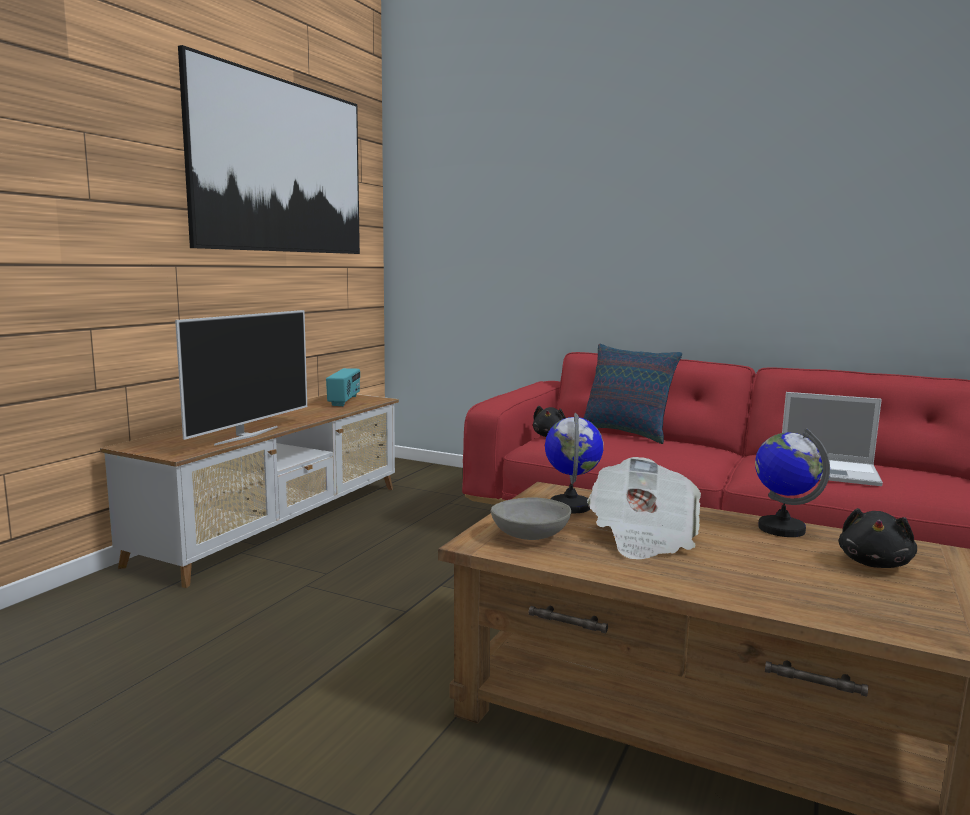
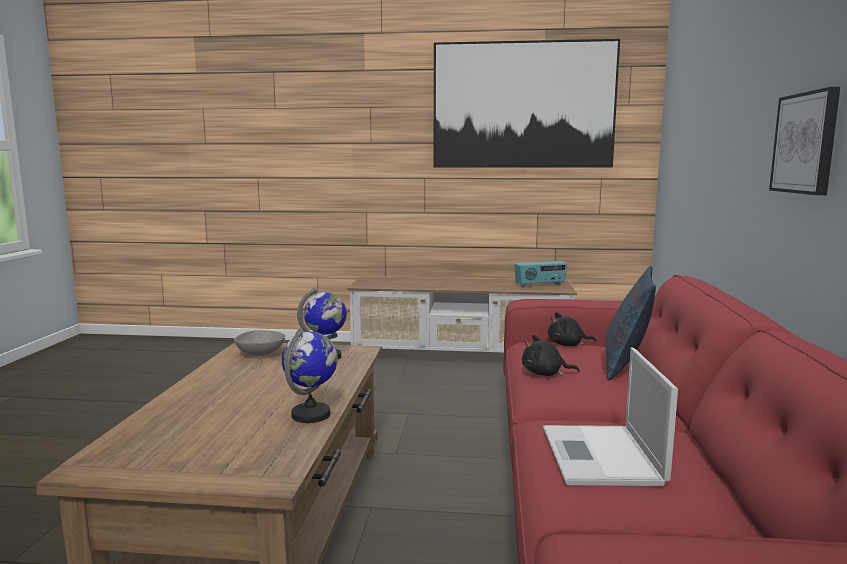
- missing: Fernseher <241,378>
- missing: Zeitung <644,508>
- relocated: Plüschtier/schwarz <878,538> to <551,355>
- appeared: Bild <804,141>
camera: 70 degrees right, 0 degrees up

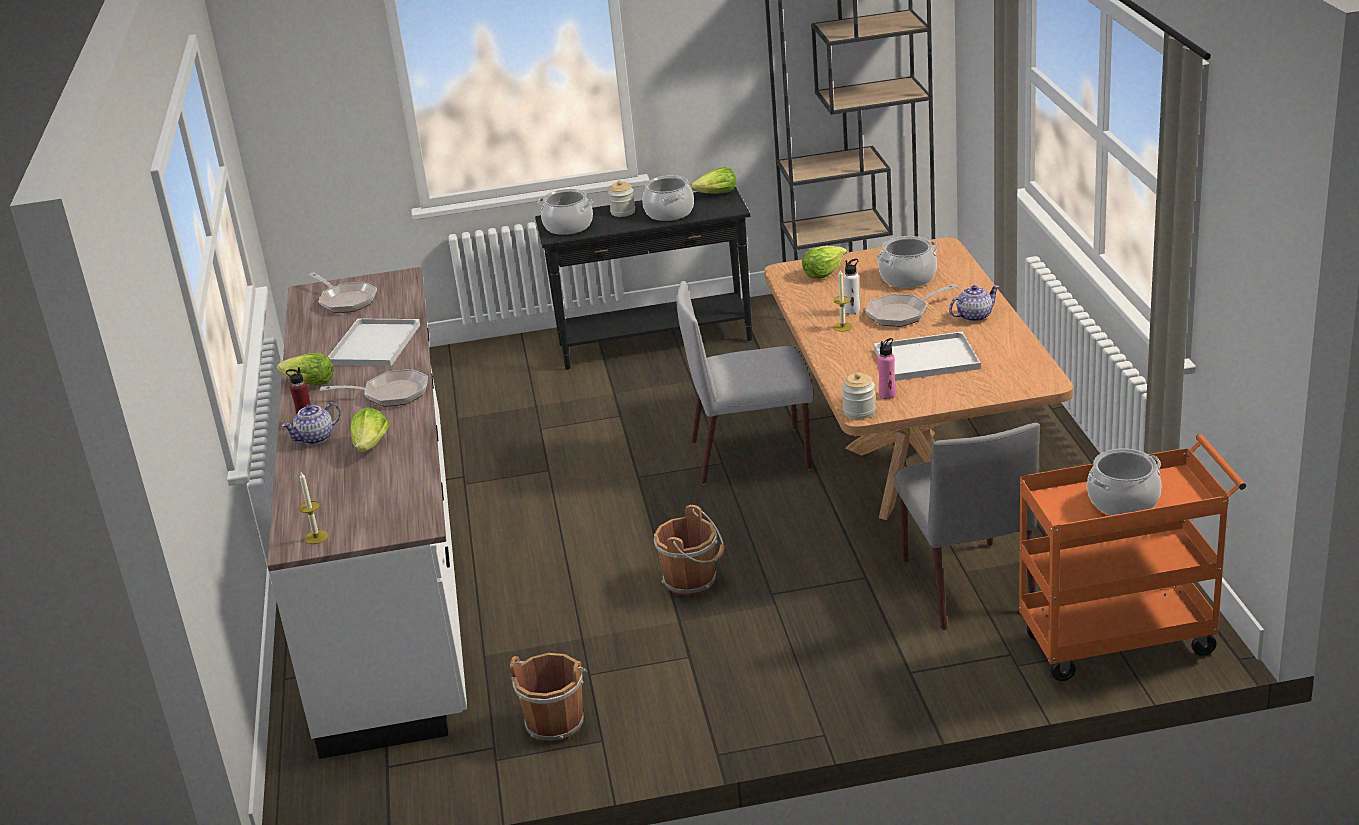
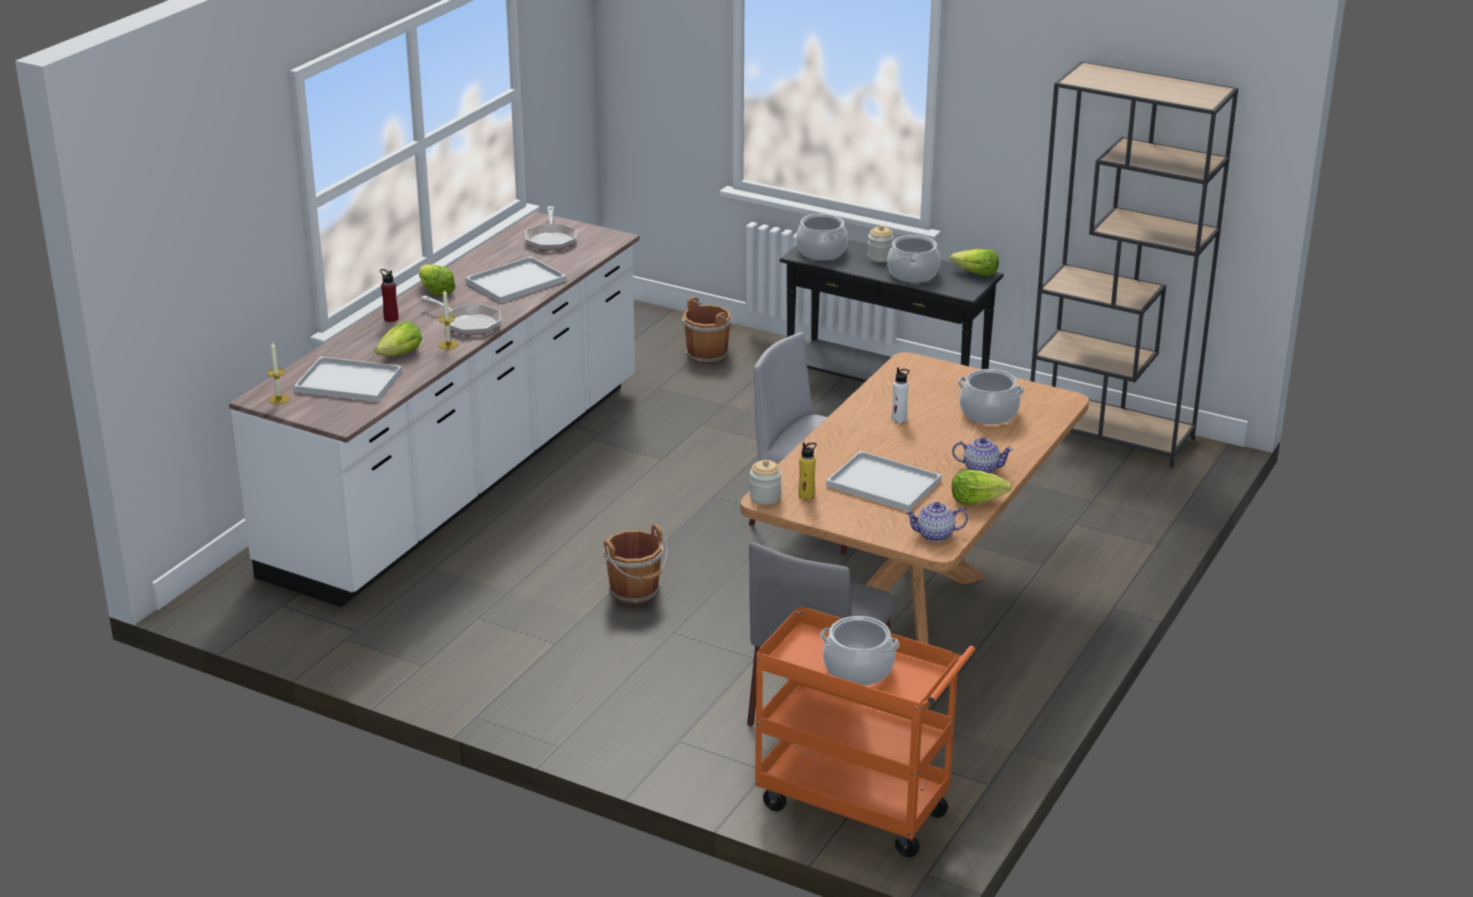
- relocated: Salatkopf <824,262> to <982,487>
- relocated: Kerze <843,301> to <448,319>
- missing: Pfanne <911,305>
- colour: Flasche/rosa <887,368> to Flasche/gelb <807,471>
- relocated: Teekanne <311,423> to <936,522>
- relocated: Eimer/braun <548,698> to <708,330>
- appeared: Tablett/weiß <348,379>
camera: 35 degrees right, 0 degrees up

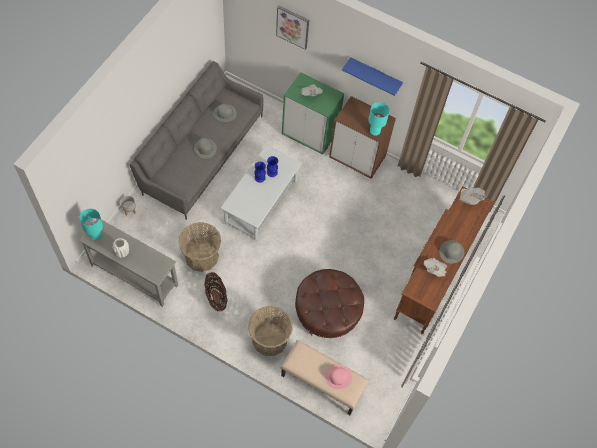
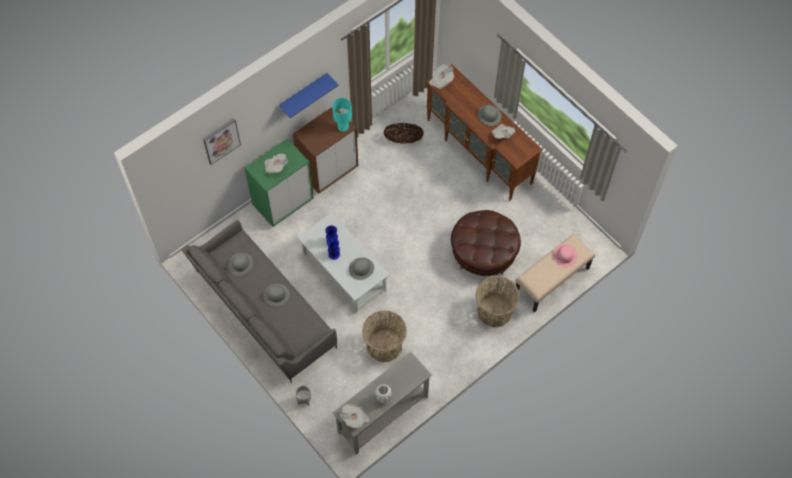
- exchanged: Tischlampe/türkis <91,225> to Zeitung <354,416>
- relocated: Korb <216,291> to <404,133>
- appeared: Hut/grau <361,268>
camera: 65 degrees left, 0 degrees up

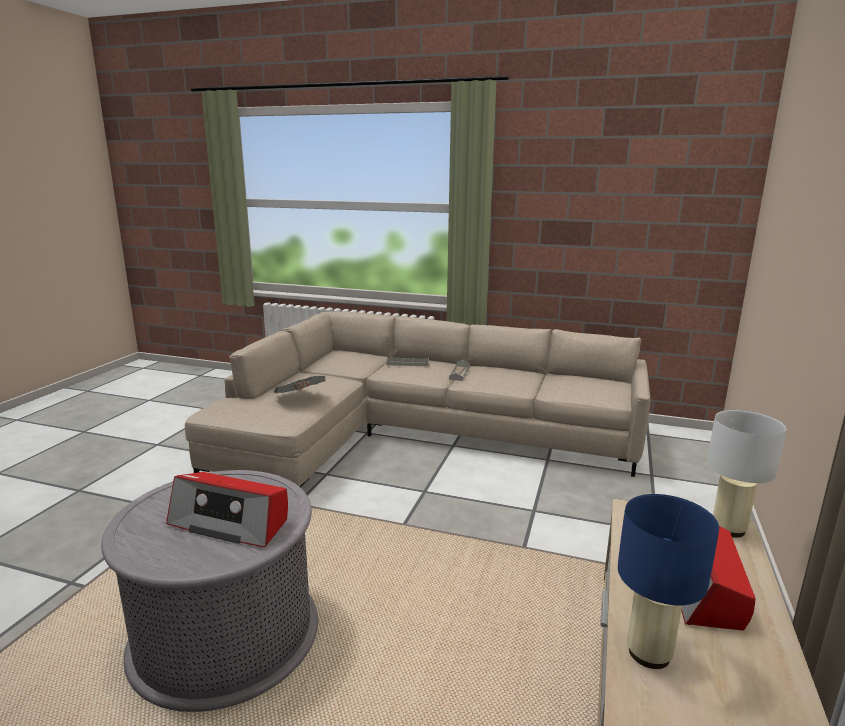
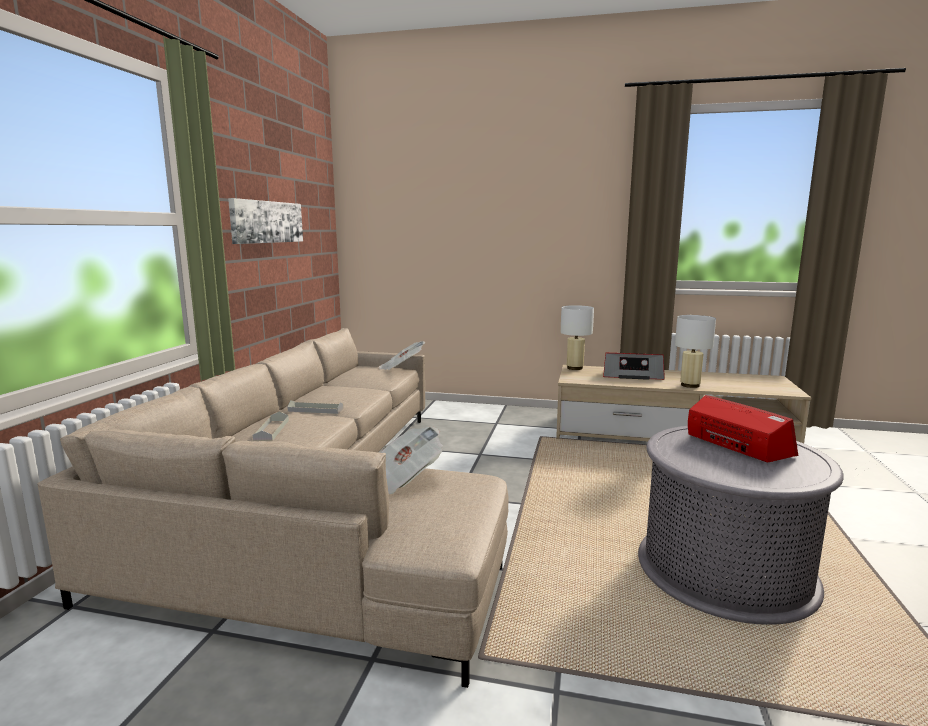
- spun: Radio <227,510> = <743,428> 45 degrees counterclockwise
- colour: Tischlampe/blau <668,581> to Tischlampe/weiß <695,351>
- appeared: Bild <265,221>
- appeared: Zeitung <401,355>
camera: 95 degrees left, 5 degrees down

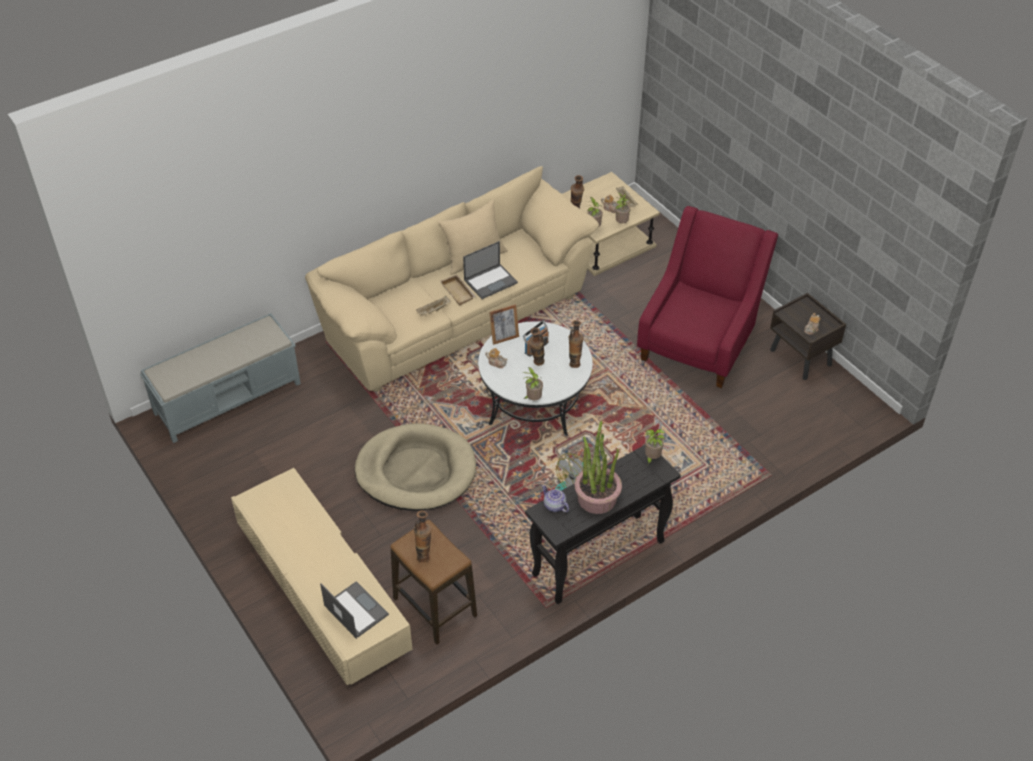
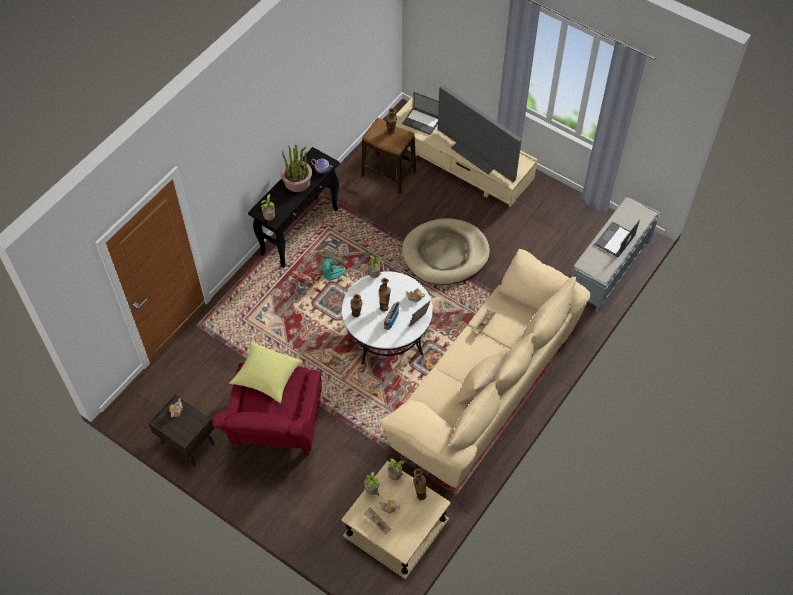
- relocated: Laptop <490,270> to <617,238>
- missing: Tablett/beige <458,289>
- appeared: Fernseher <480,134>
- appeared: Kissen/gelb <266,372>
camera: 160 degrees right, 10 degrees up

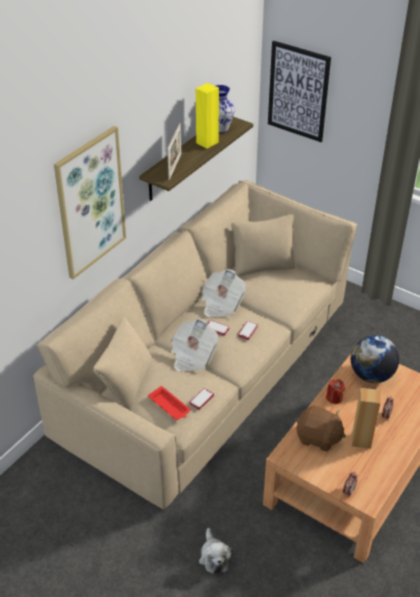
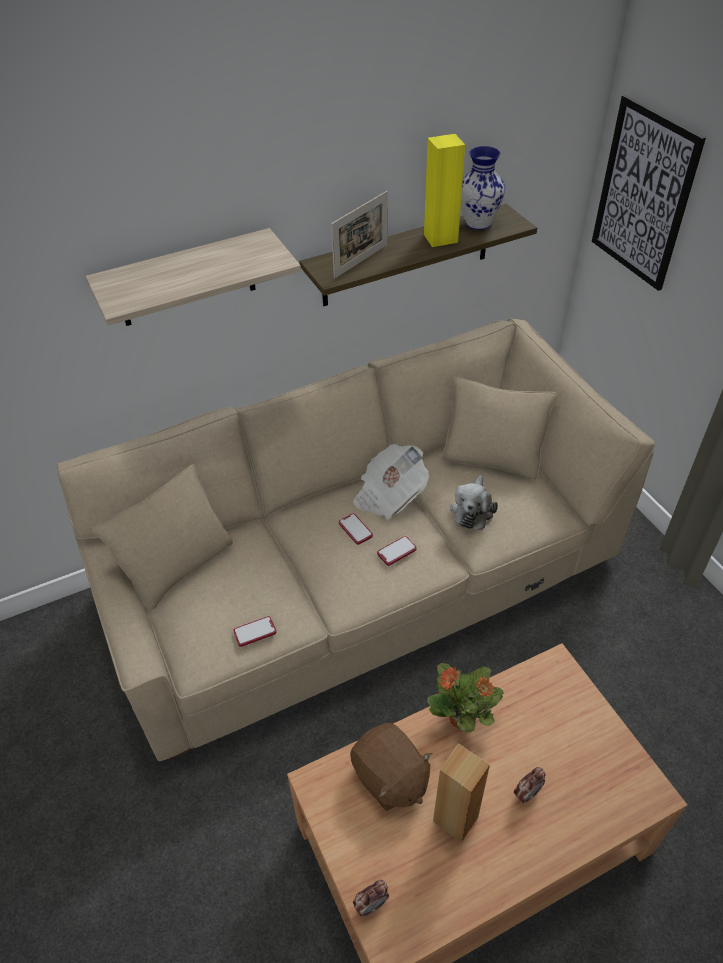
- exchanged: Bild <90,202> to Wandregal <193,277>
- missing: Zeitung <195,345>
- missing: Globus <375,359>
- exchanged: Kerze/rot <335,391> to Topfpflanze <465,697>
- missing: Tablett/rot <169,403>
- relocated: Plüschtier <216,551> to <474,502>
camera: 30 degrees right, 5 degrees up

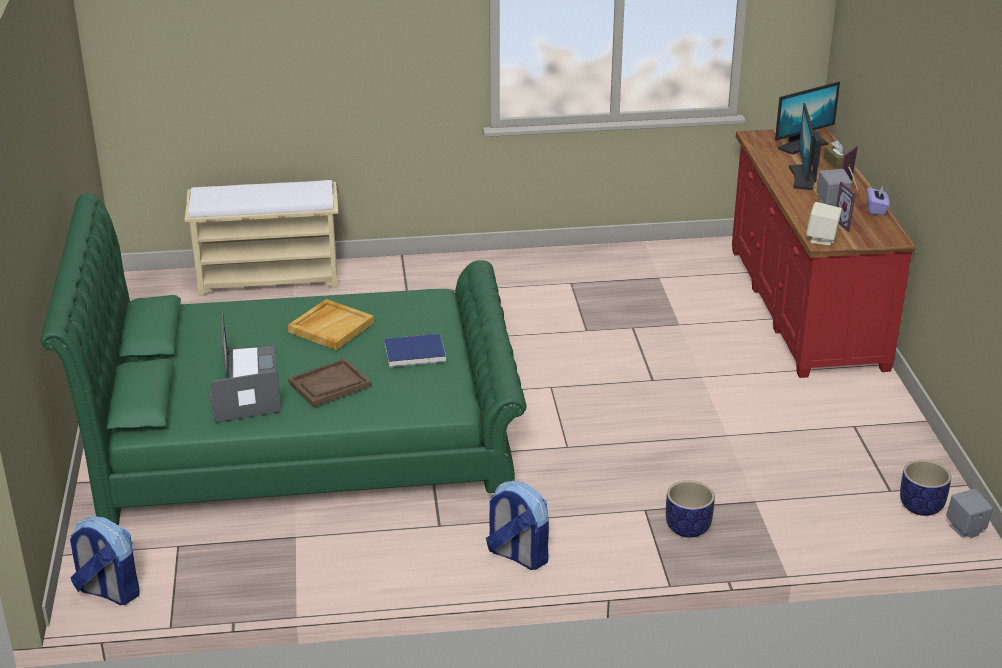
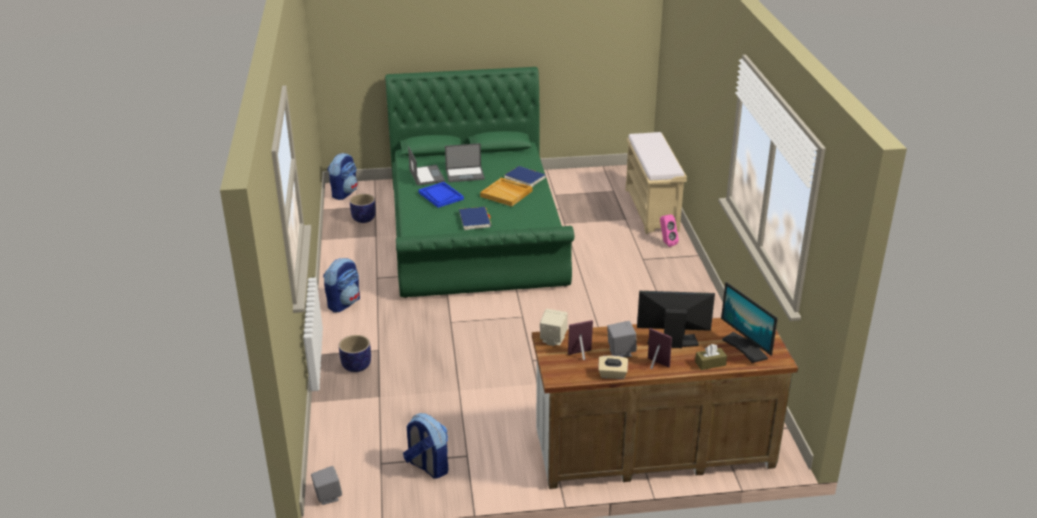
- colour: Kommode/rot <824,252> to Kommode/weiß <665,403>
- colour: Taschentuchbox/lila <878,200> to Taschentuchbox/beige <613,367>
- colour: Tablett/braun <329,383> to Tablett/blau <441,195>
- relocated: Pflanzkübel <925,488> to <363,208>
- appeared: Buch/blau <525,176>
- appeared: Lautsprecher/rosa <669,230>
- appeared: Rucksack <425,446>
camera: 90 degrees right, 0 degrees up

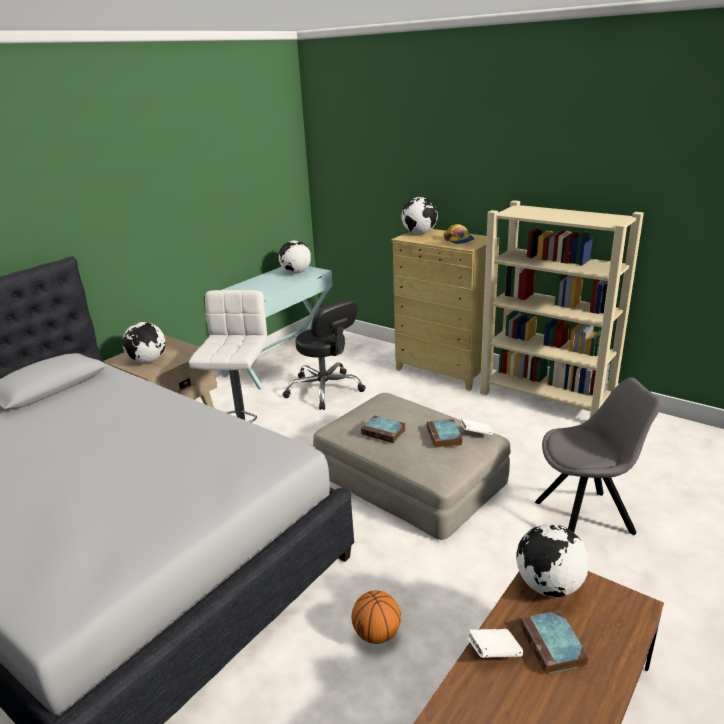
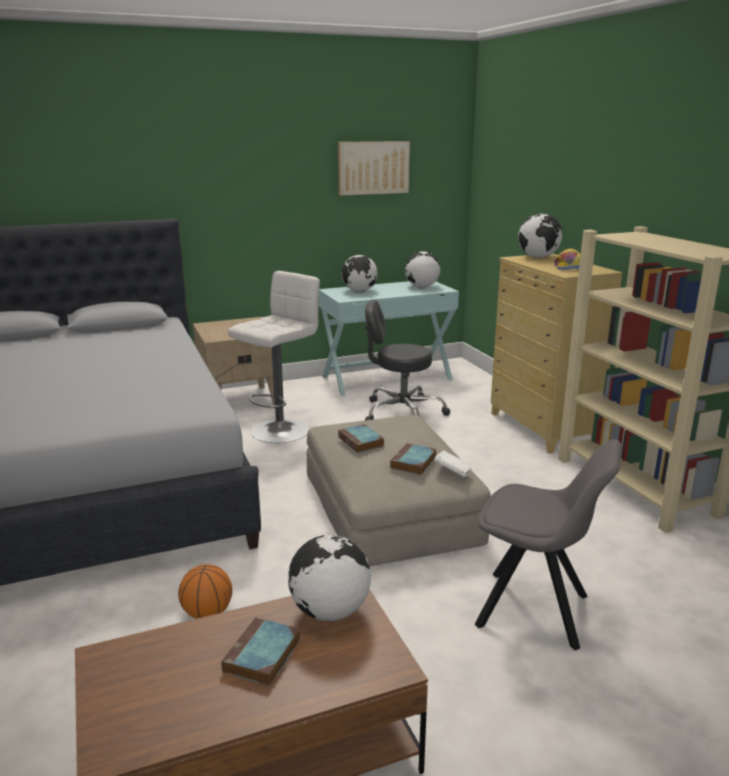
- spun: Bürostuhl/schwarz <324,354> = <407,360> 105 degrees clockwise
- relocated: Globus <143,342> to <359,273>
- missing: Buch/weiß <495,643>
- appeared: Bild <374,168>
camera: 30 degrees right, 5 degrees down

